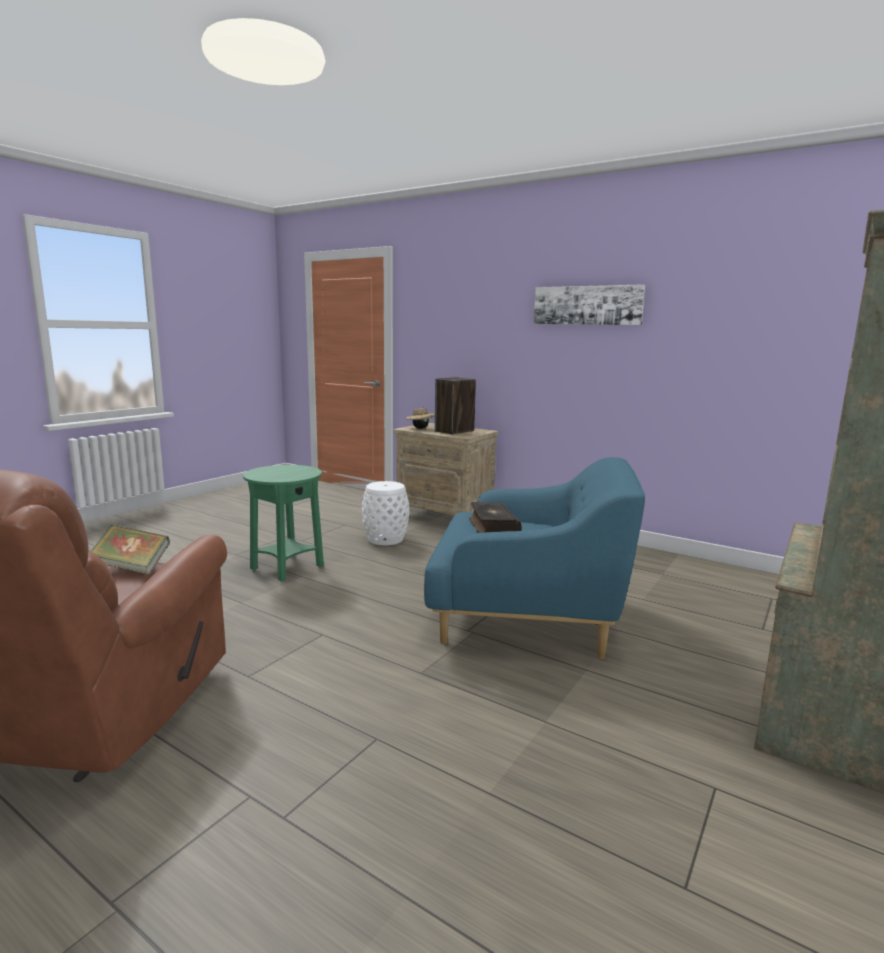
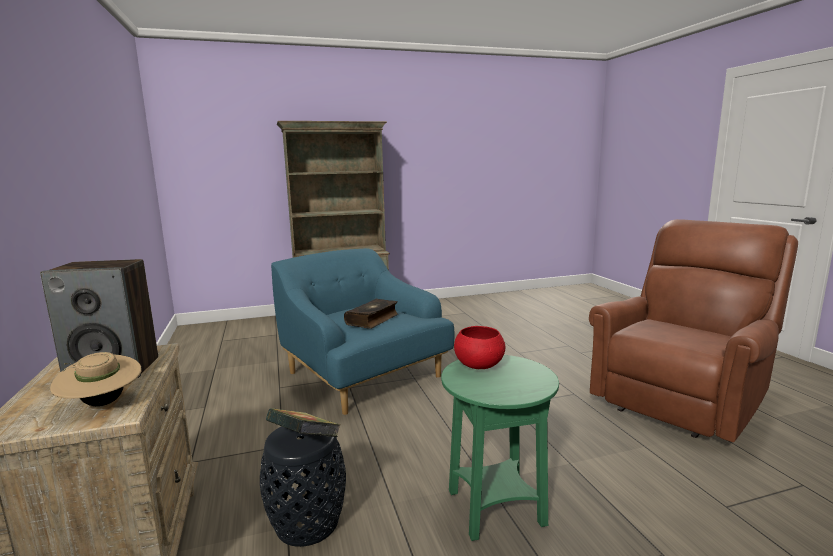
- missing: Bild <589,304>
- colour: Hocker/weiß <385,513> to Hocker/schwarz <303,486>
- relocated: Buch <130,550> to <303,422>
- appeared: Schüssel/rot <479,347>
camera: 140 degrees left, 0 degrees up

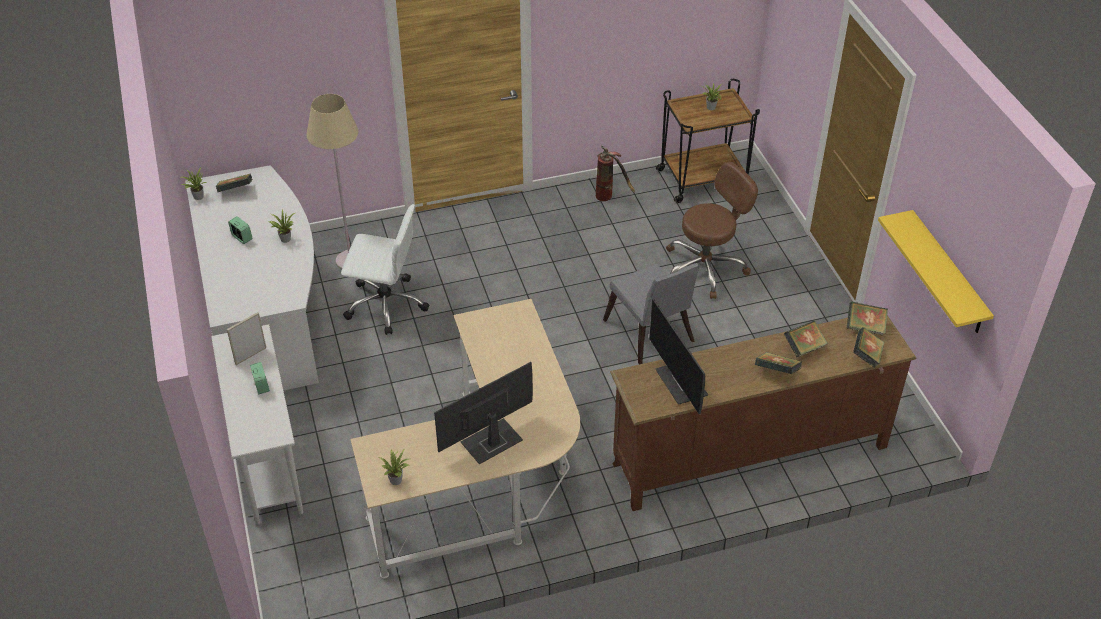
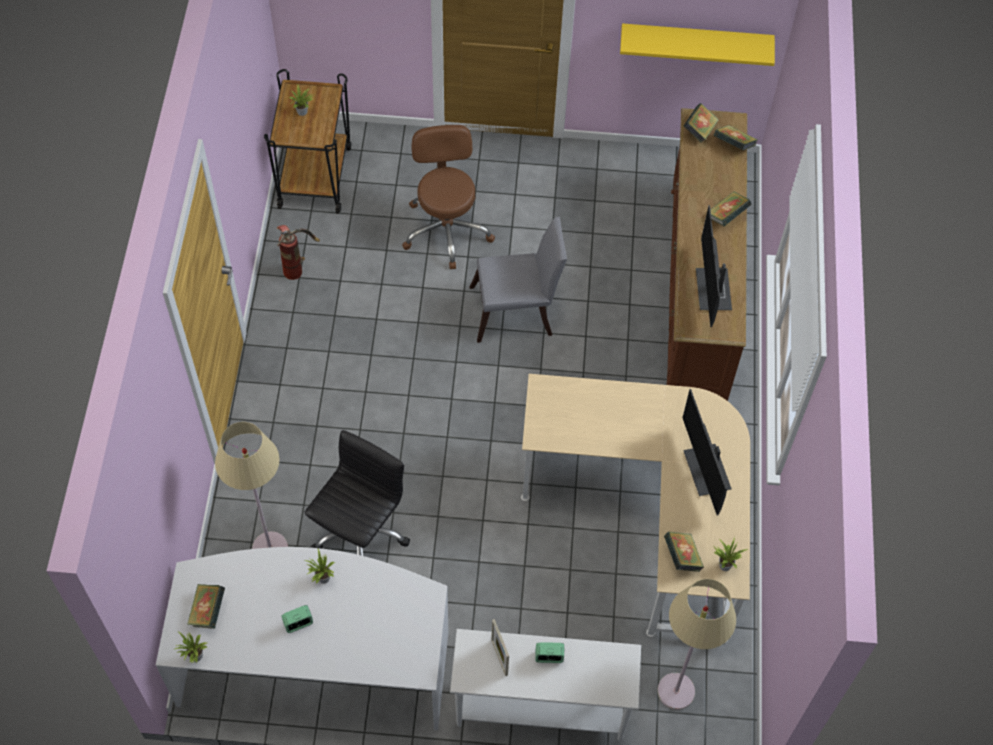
- colour: Bürostuhl/weiß <385,269> to Bürostuhl/schwarz <357,493>
- spun: Monitor <678,356> = <714,266> 90 degrees clockwise
- relocated: Buch <806,339> to <684,552>
- appeared: Stehlampe/beige <696,644>
camera: 70 degrees left, 15 degrees up

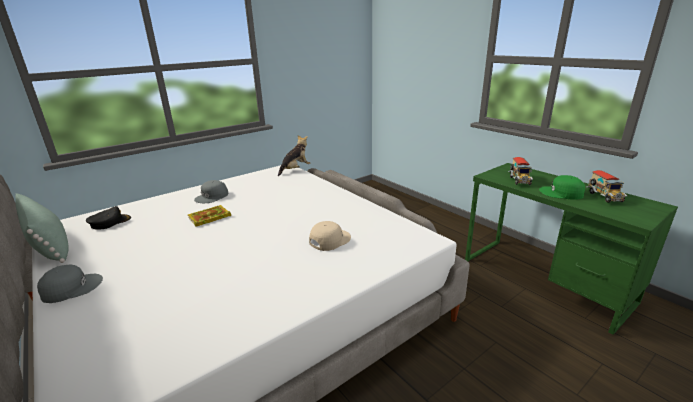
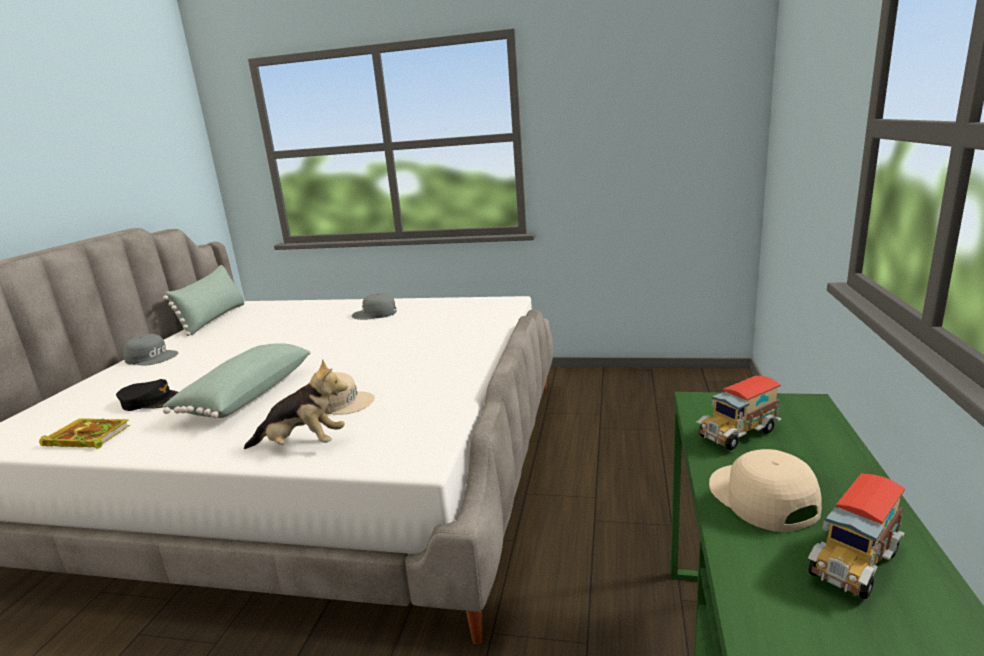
- relocated: Plüschtier <294,156> to <296,404>
- colour: Kappe/grün <562,187> to Kappe/beige <765,490>
- relocated: Buch <209,215> to <85,433>
- relocated: Kappe/schwarz <108,218> to <147,395>
- appeared: Kissen/grün <237,380>
camera: 50 degrees right, 5 degrees down

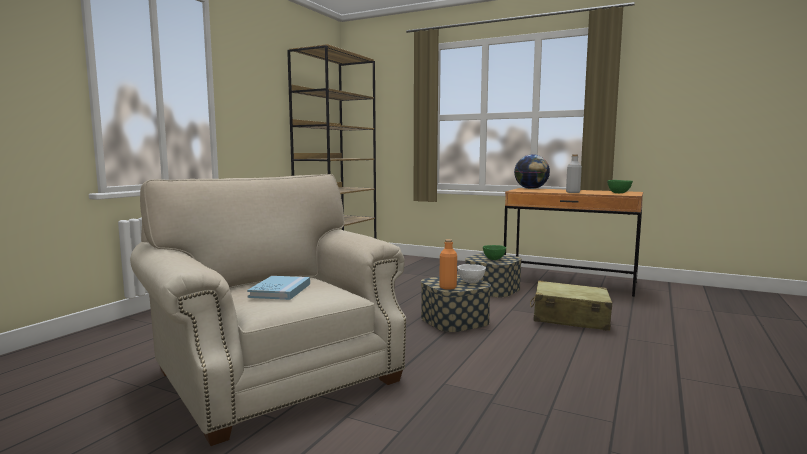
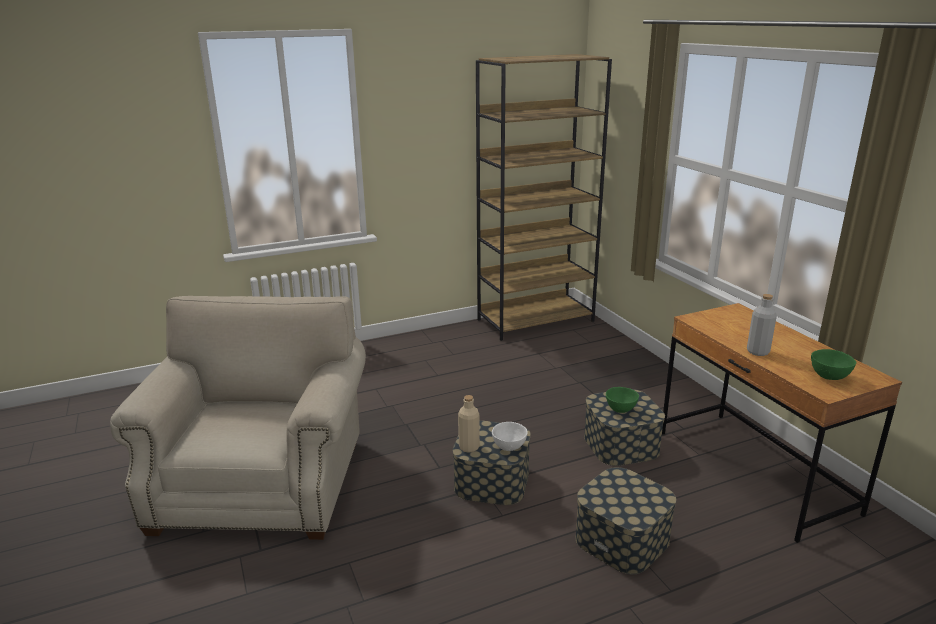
- missing: Globus <532,171>
- colour: Flasche/orange <448,264> to Flasche/beige <469,424>
- missing: Buch/blau <278,288>
- exchanged: Koffer/beige <571,305> to Aufbewahrungsbox <625,520>
camera: 40 degrees right, 15 degrees up

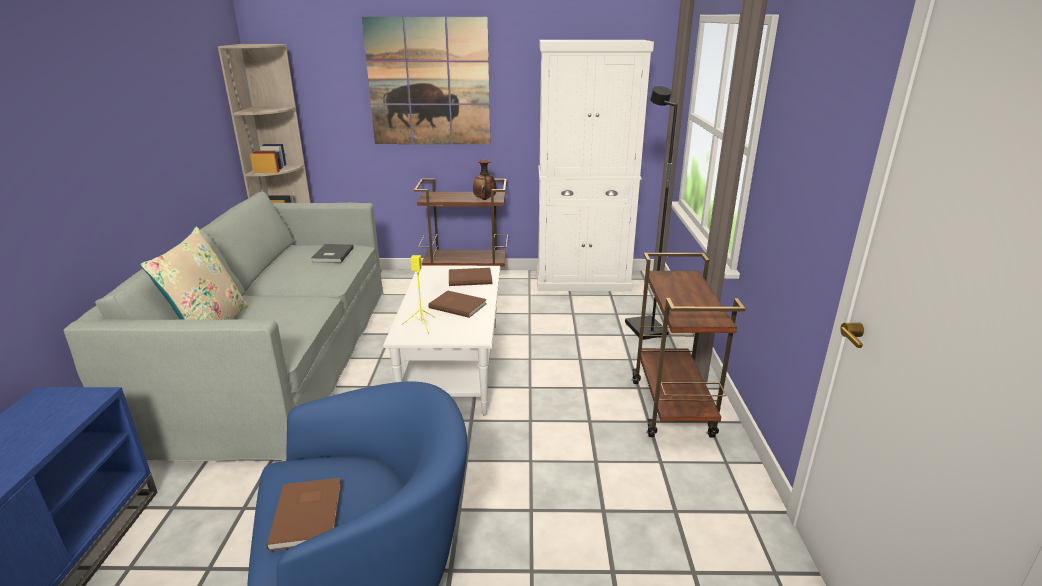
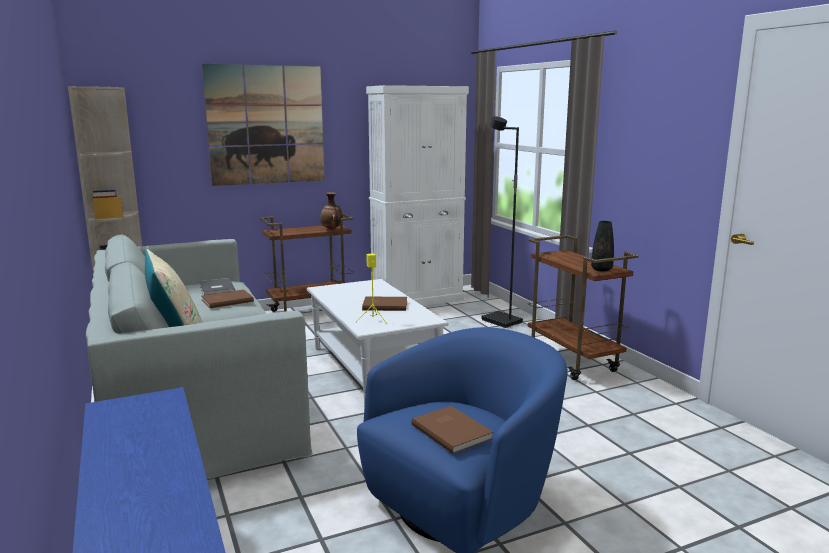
- relocated: Buch/braun <470,277> to <228,298>
- appeared: Vase/schwarz <602,246>
camera: 25 degrees left, 10 degrees down

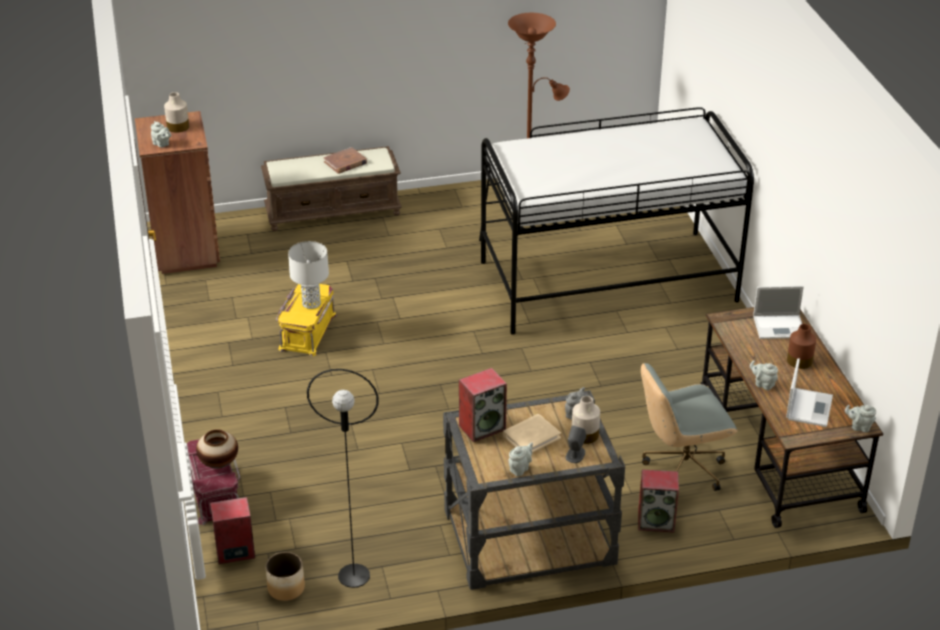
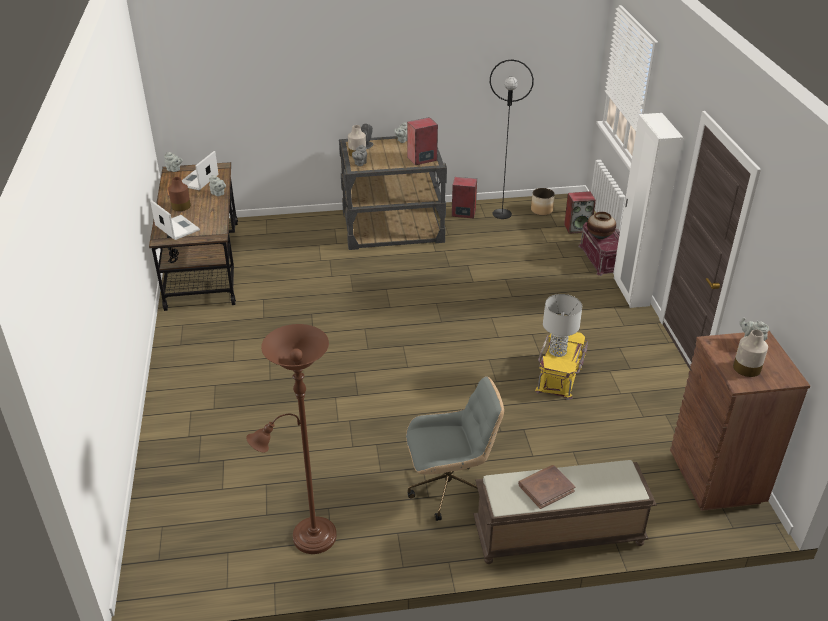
- missing: Bett/schwarz <616,221>
- spun: Laptop <778,312> = <175,220> 45 degrees clockwise
- relocated: Bürostuhl/grau <689,427> to <455,448>
- missing: Buch/beige <532,433>
- relocated: Lautsprecher <658,500> to <464,197>
- appeared: Kleiderschrank/weiß <648,210>
camera: 175 degrees left, 0 degrees up

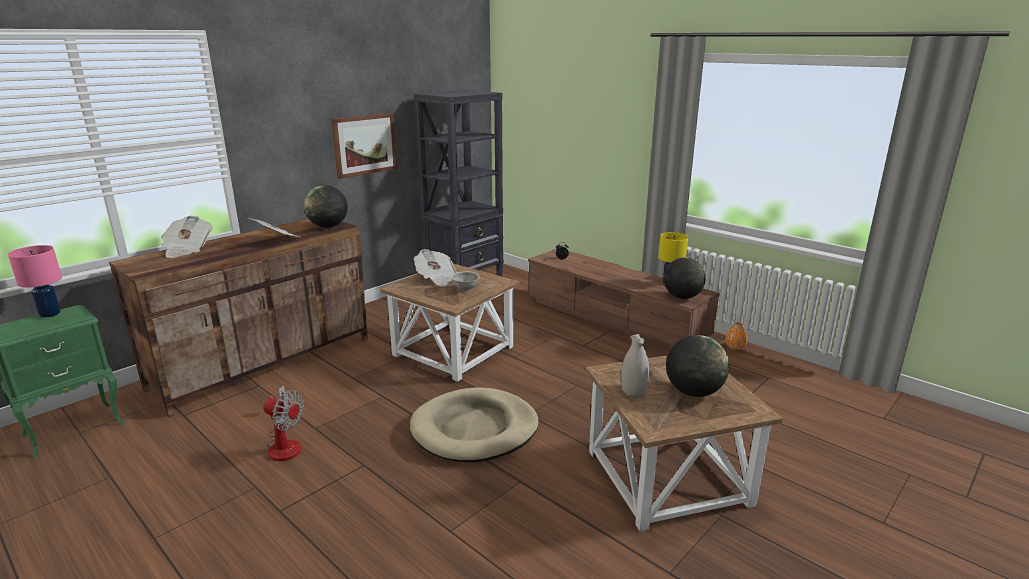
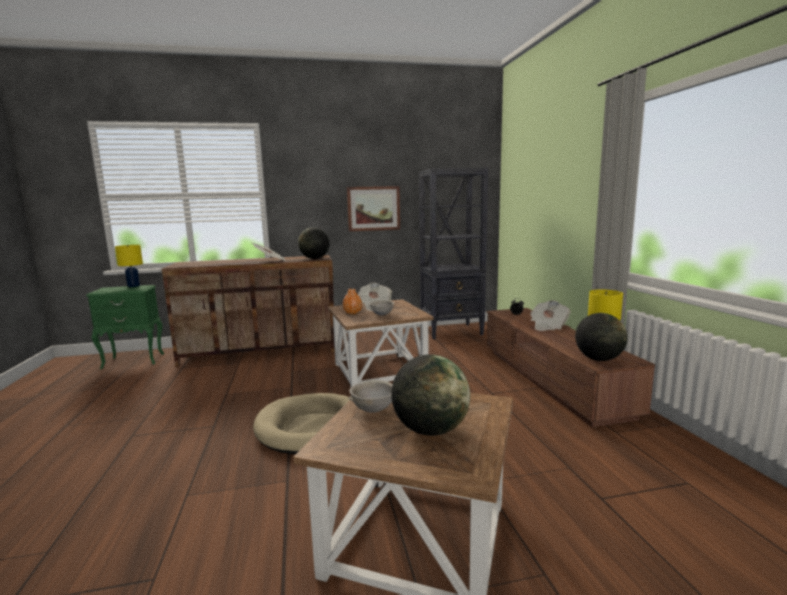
- relocated: Zeitung <187,237> to <550,315>
- colour: Tischlampe/rosa <35,281> to Tischlampe/gelb <129,266>
- relocated: Vase/orange <736,336> to <352,301>
- exchanged: Vase/weiß <635,365> to Schüssel/grau <370,396>
- missing: Ventilator <283,423>
camera: 35 degrees right, 10 degrees down

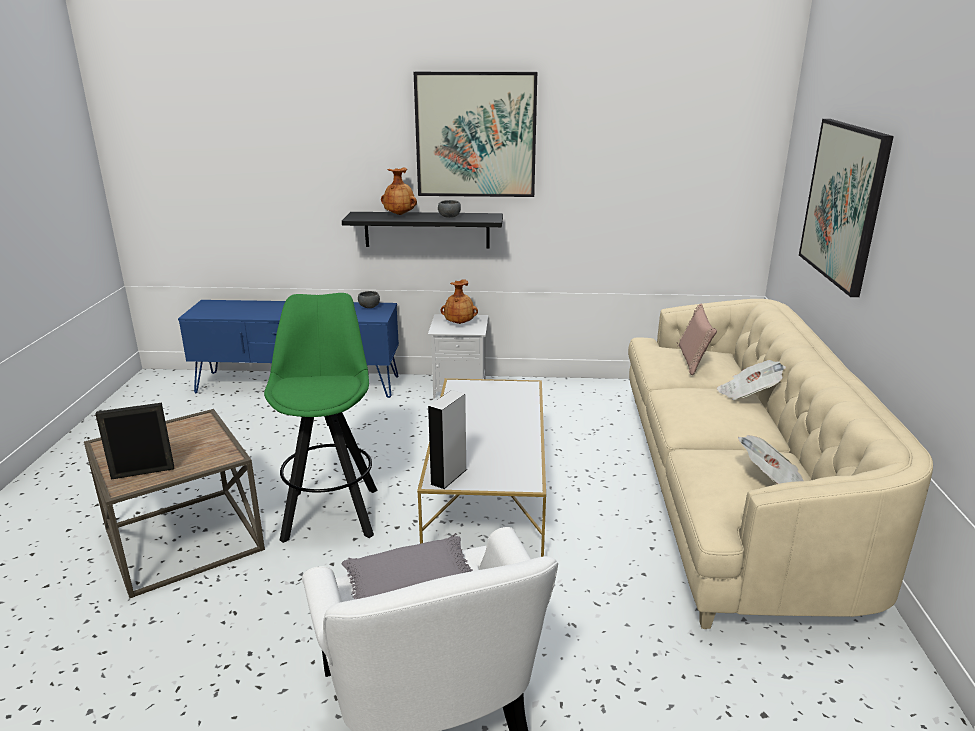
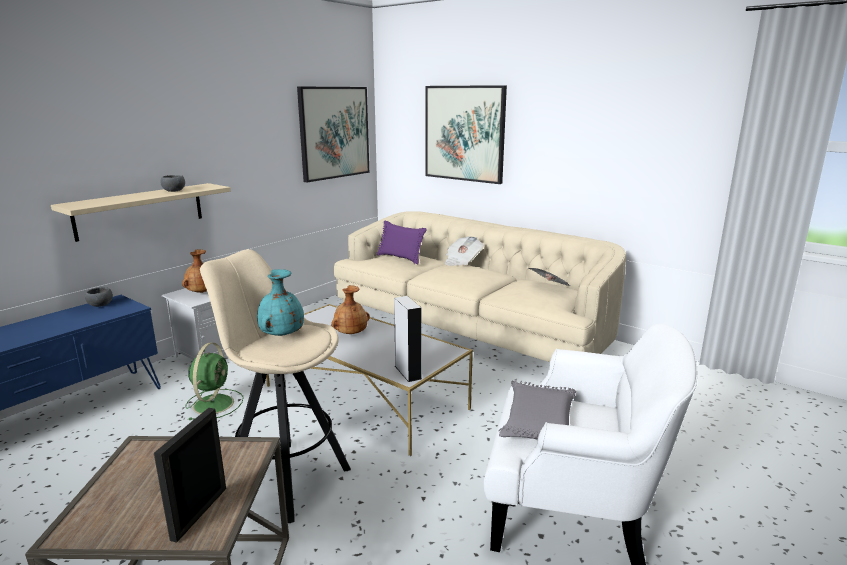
- relocated: Bild <475,134> to <333,134>
- relocated: Vase/braun <399,191> to <350,309>
- colour: Wandregal/schwarz <422,230> to Wandregal/beige <141,212>
- colour: Hocker/grün <321,418> to Hocker/beige <275,386>
- colour: Kissen/beige <696,339> to Kissen/lila <402,242>
- appeared: Vase/türkis <280,302>
- appeared: Ventilator/grün <214,381>
camera: 55 degrees left, 5 degrees down

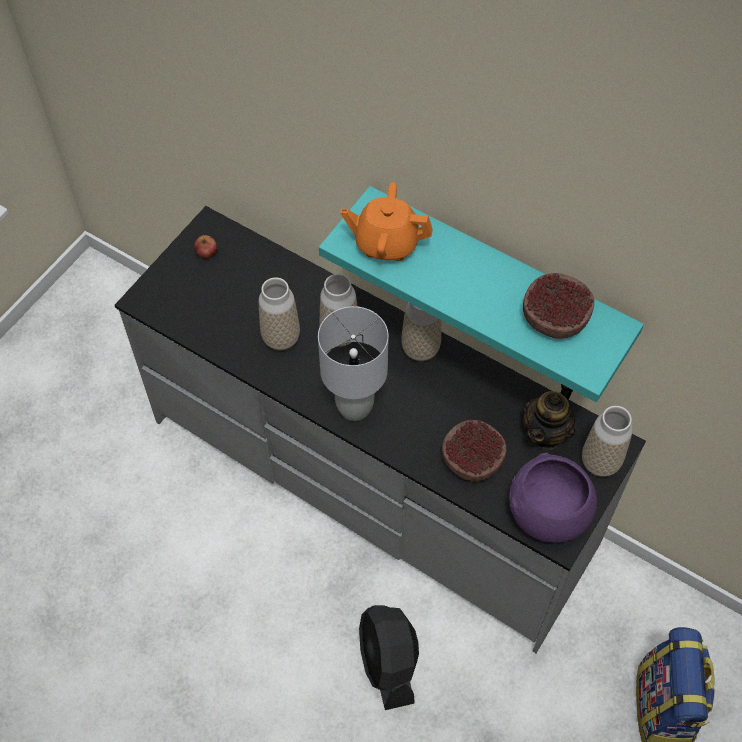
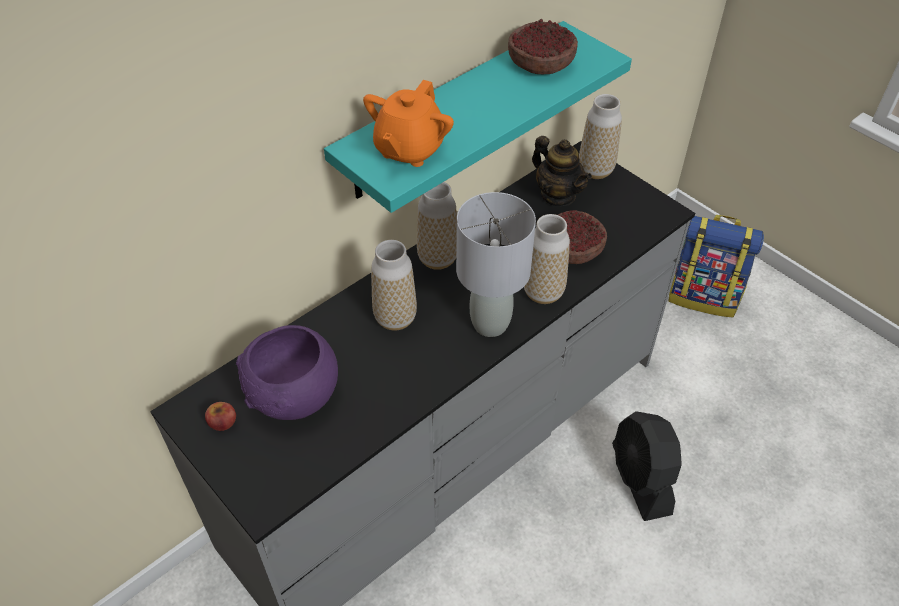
- relocated: Vase <279,313> to <547,259>
- relocated: Schüssel/lila <553,498> to <287,372>
- spun: Ventilator/schwarz <389,657> = <647,466> 75 degrees clockwise
camera: 75 degrees left, 10 degrees down

